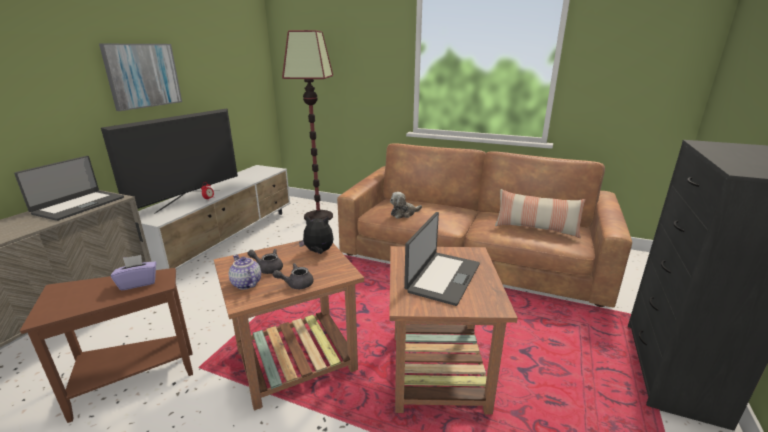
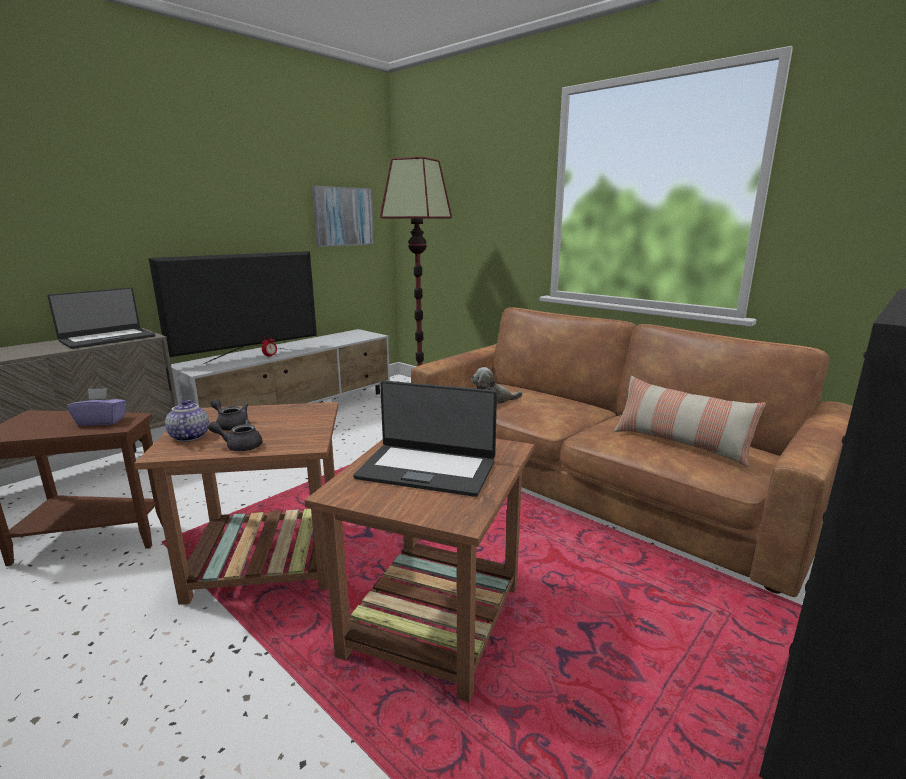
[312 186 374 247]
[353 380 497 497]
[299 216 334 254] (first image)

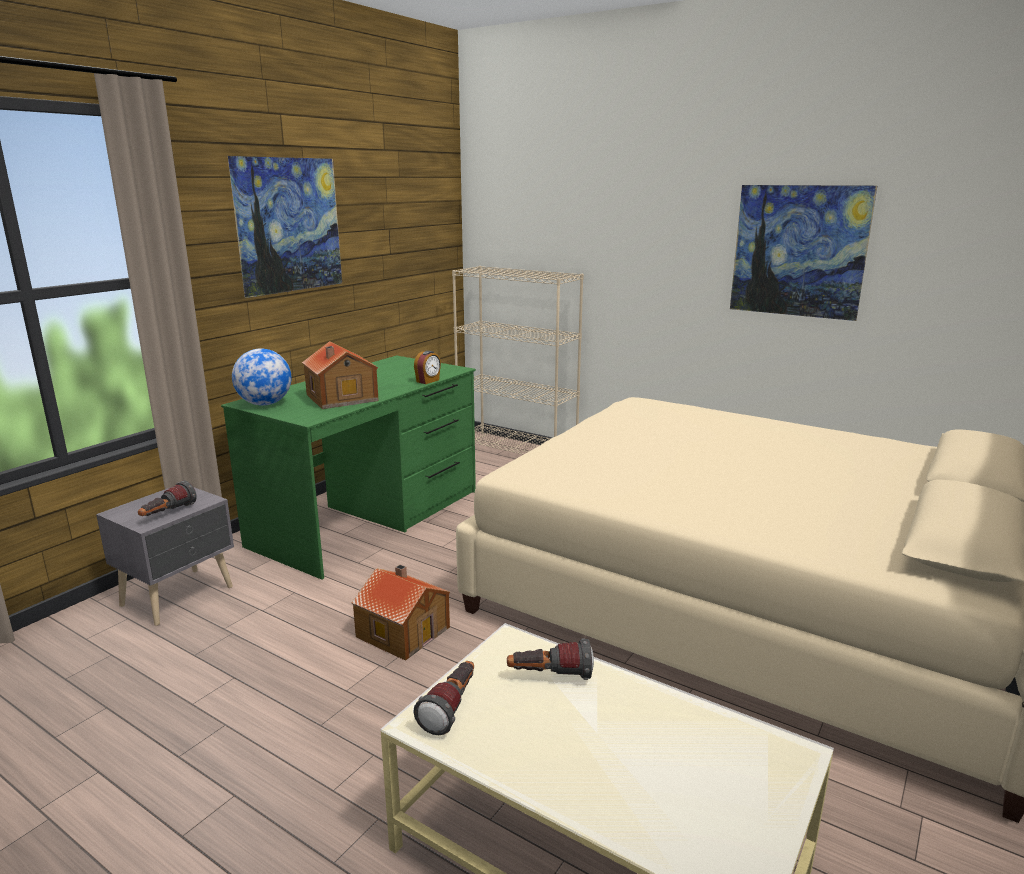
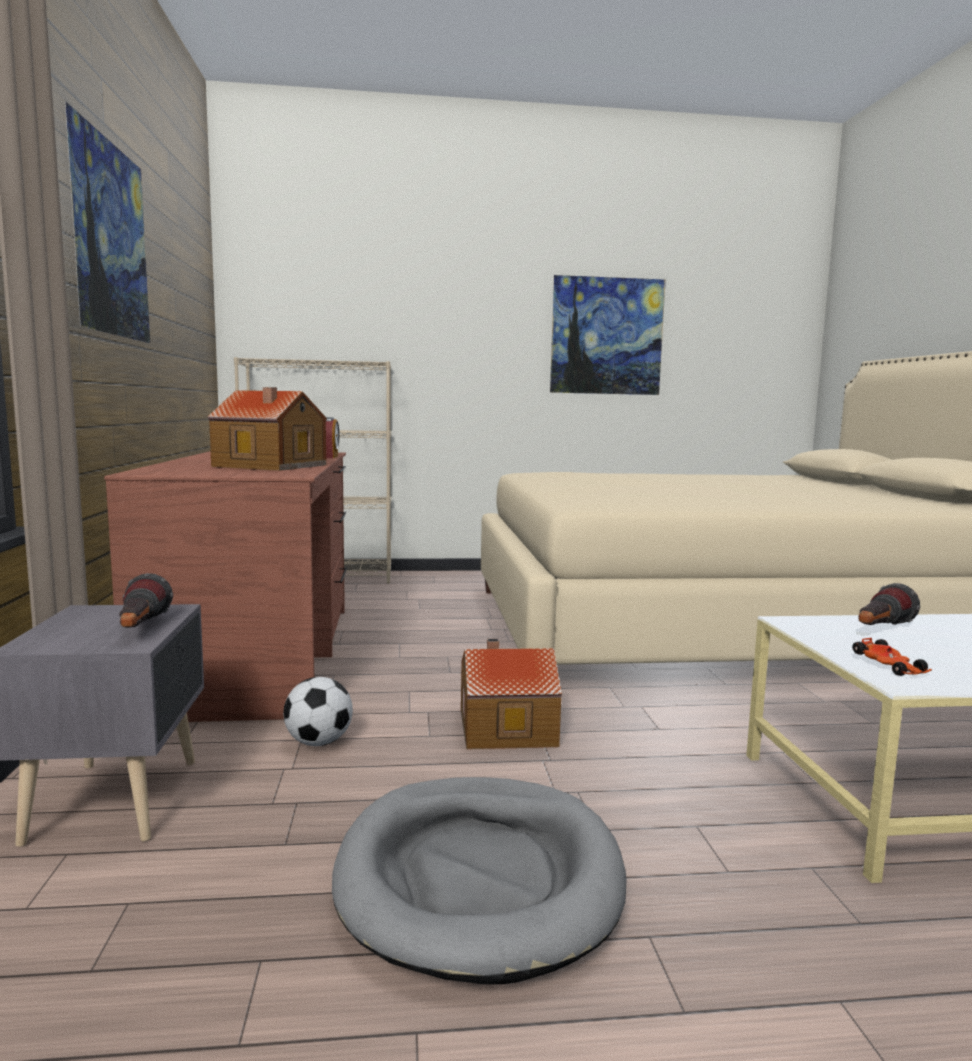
[232 348 291 406] (first image)
[104 451 347 722]
[852 638 932 676]
[283 677 353 746]
[332 777 626 984]

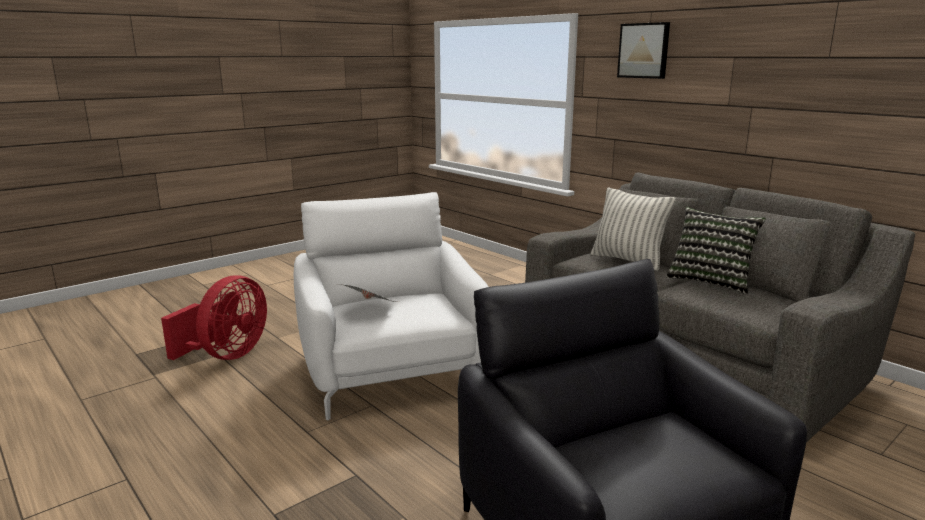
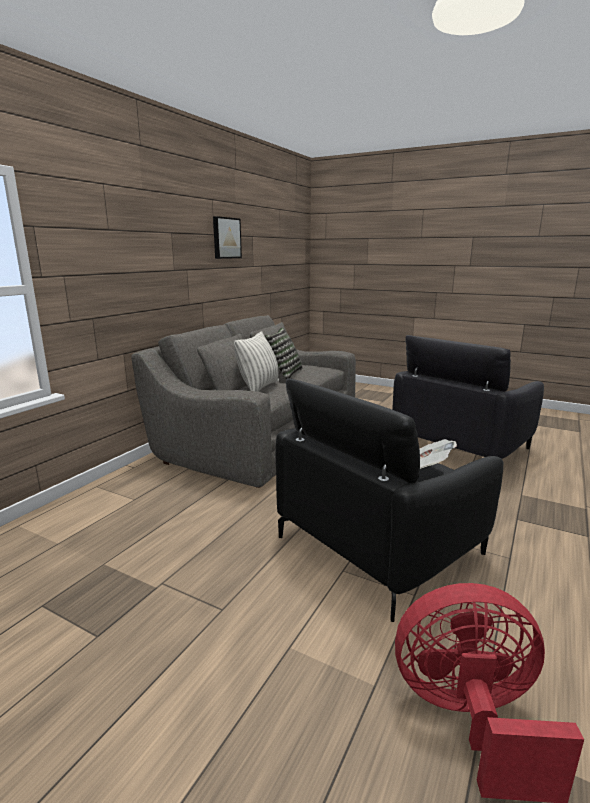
[213 216 242 259]
[276 378 503 622]

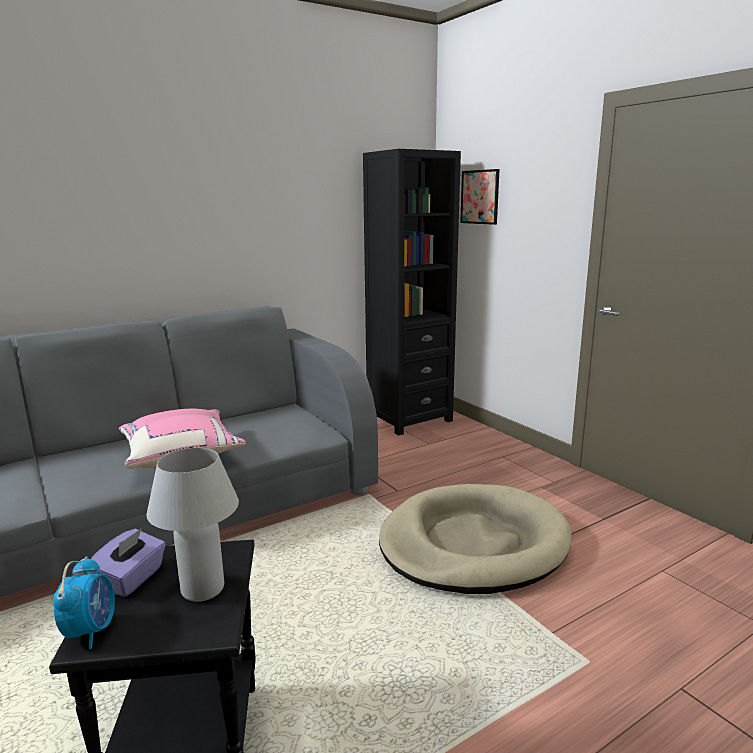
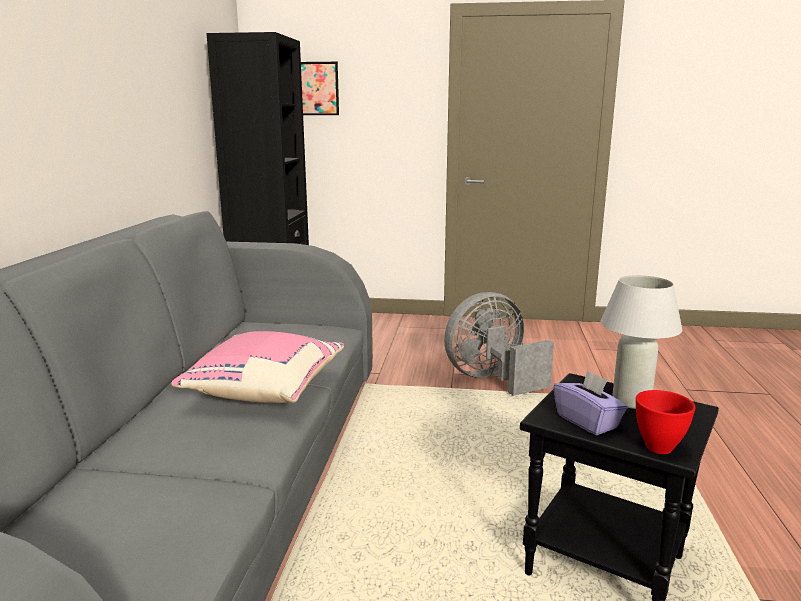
[444 292 554 396]
[636 390 696 454]

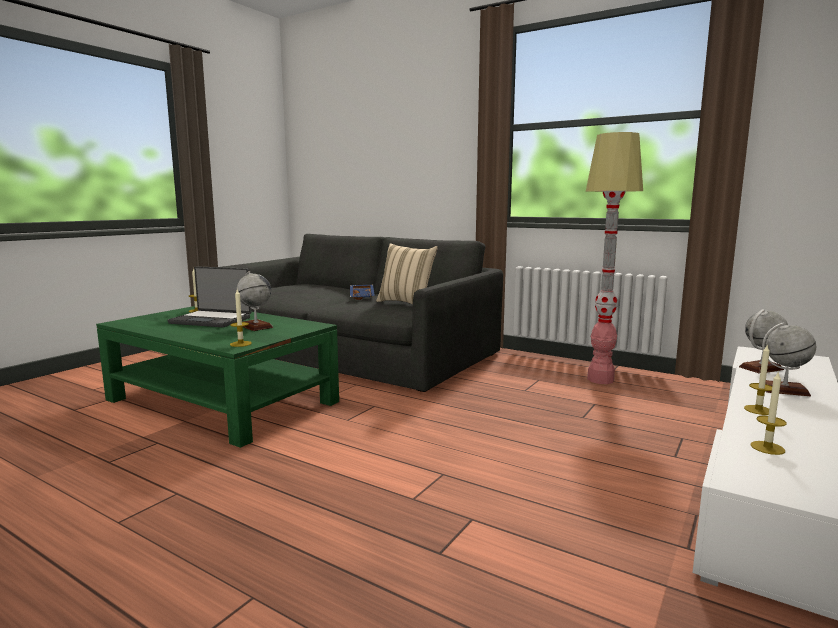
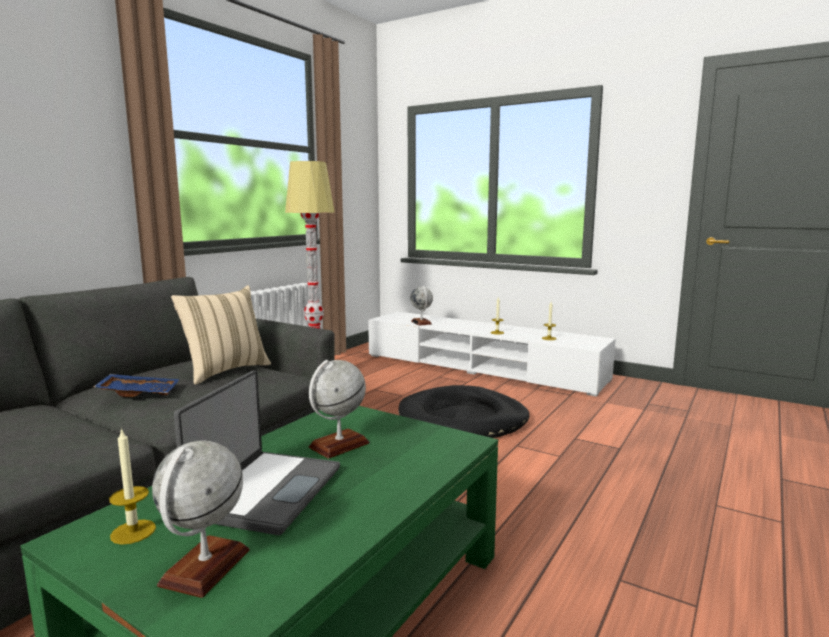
[230 289 252 347] (first image)
[152 440 249 598]
[398 385 529 438]

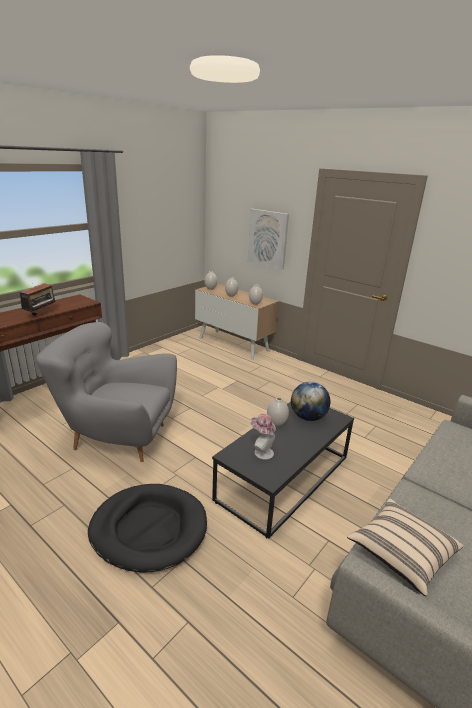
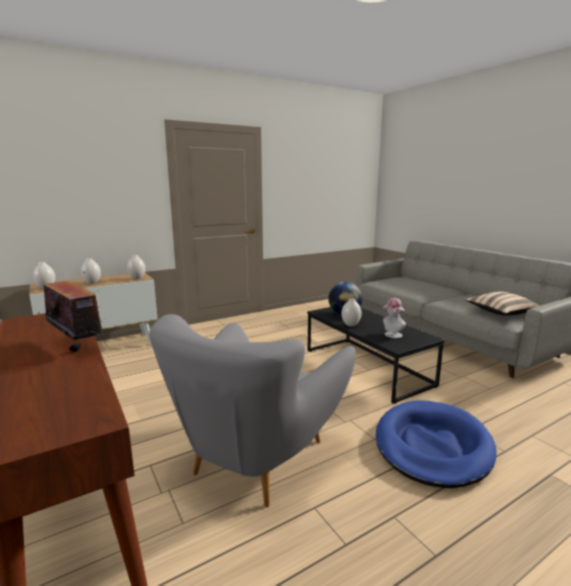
[248 209 289 269] (first image)
[376 400 497 488]

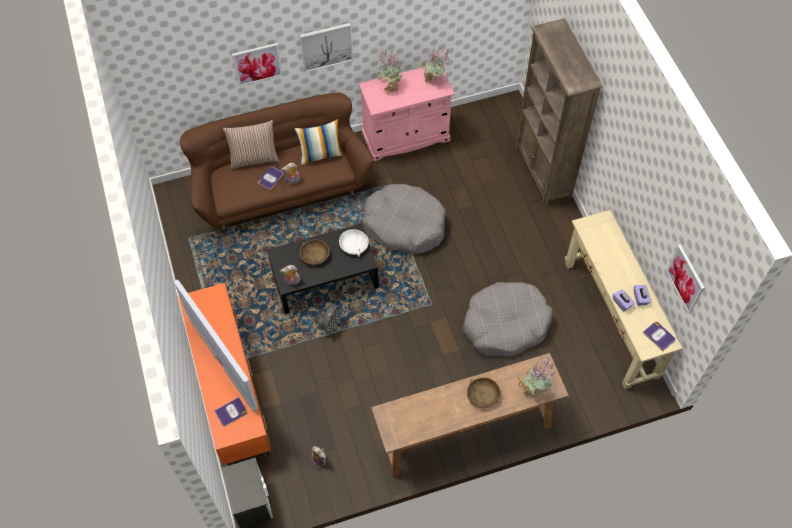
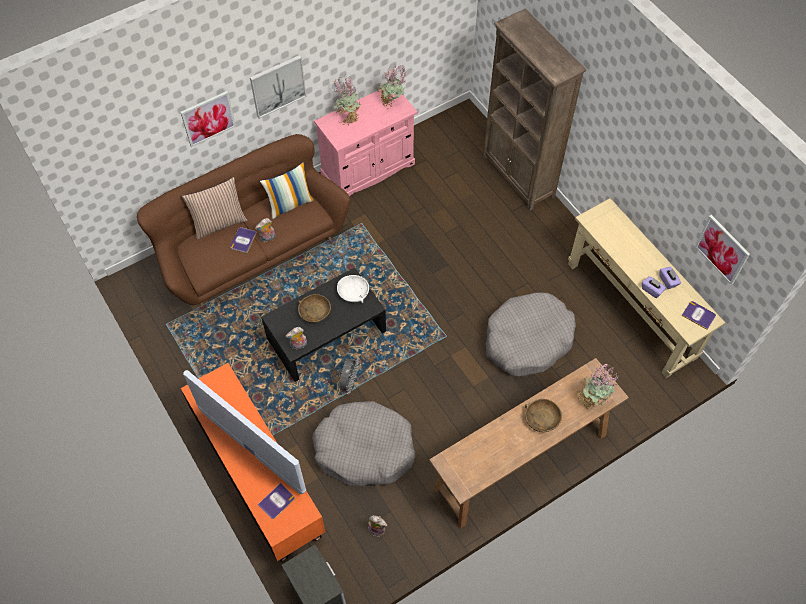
[312 401 415 486]

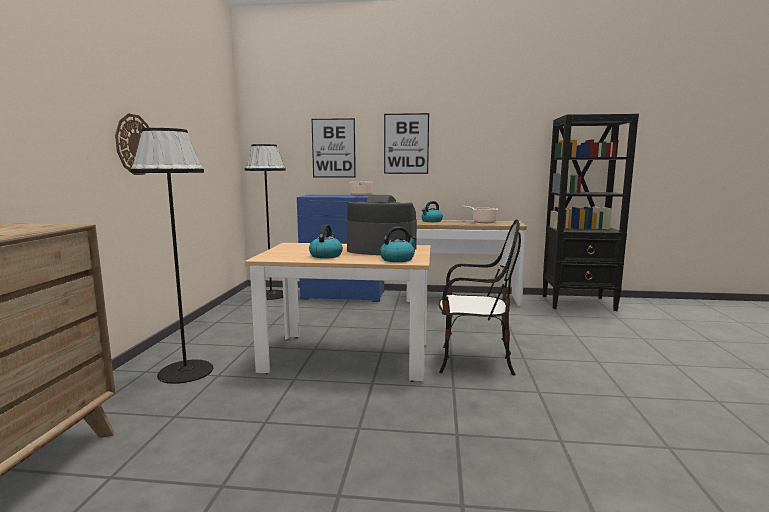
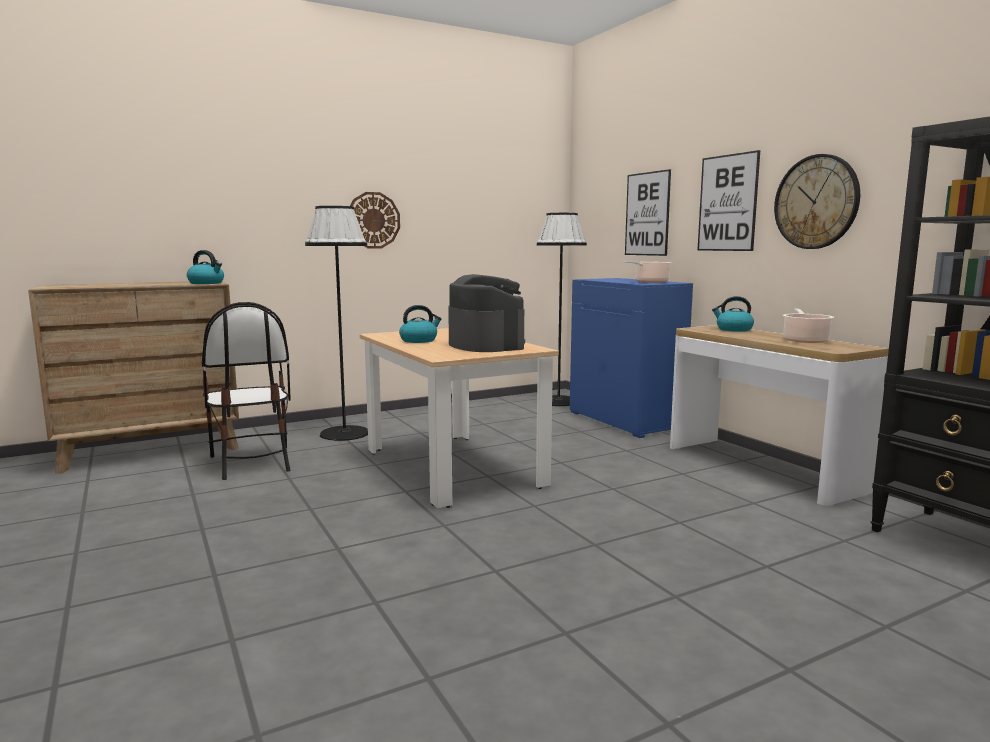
[202 302 291 480]
[187 250 224 284]
[774 154 860 249]

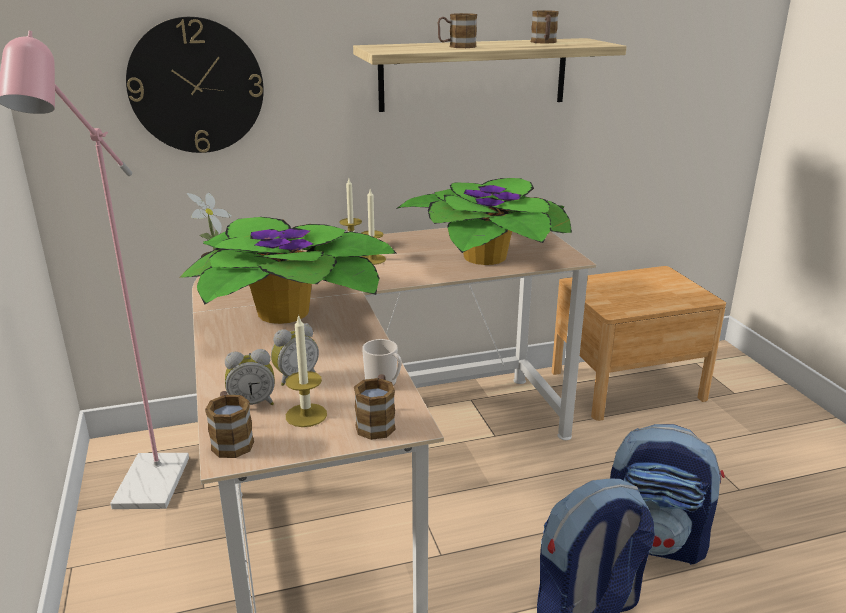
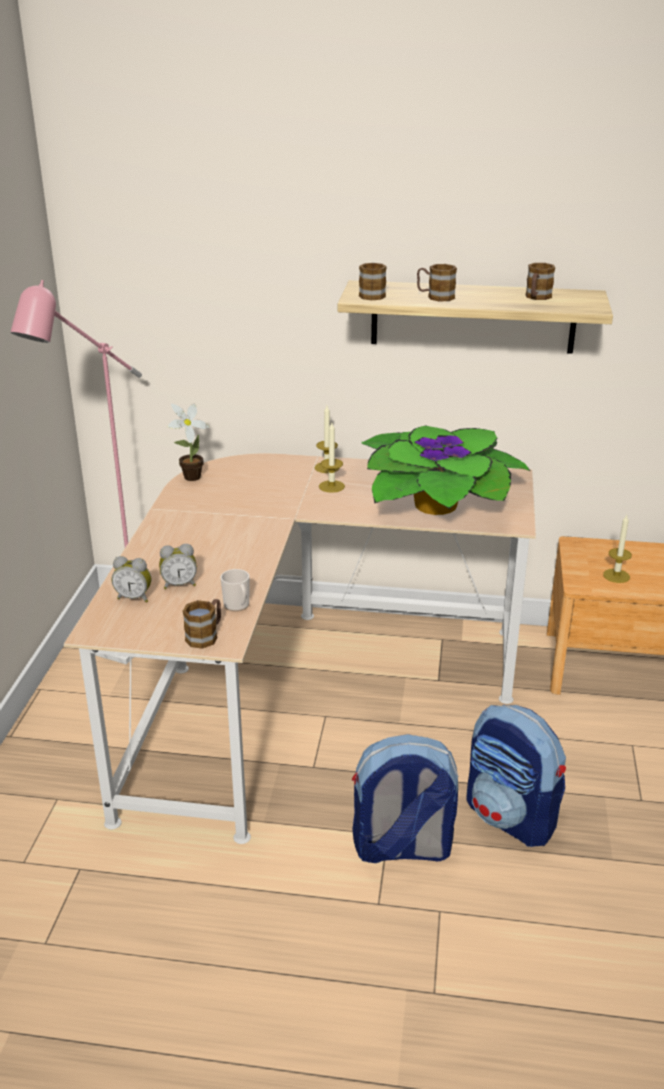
[126 17 264 153] (first image)
[179 217 397 324] (first image)
[603 515 632 583]
[359 263 387 300]

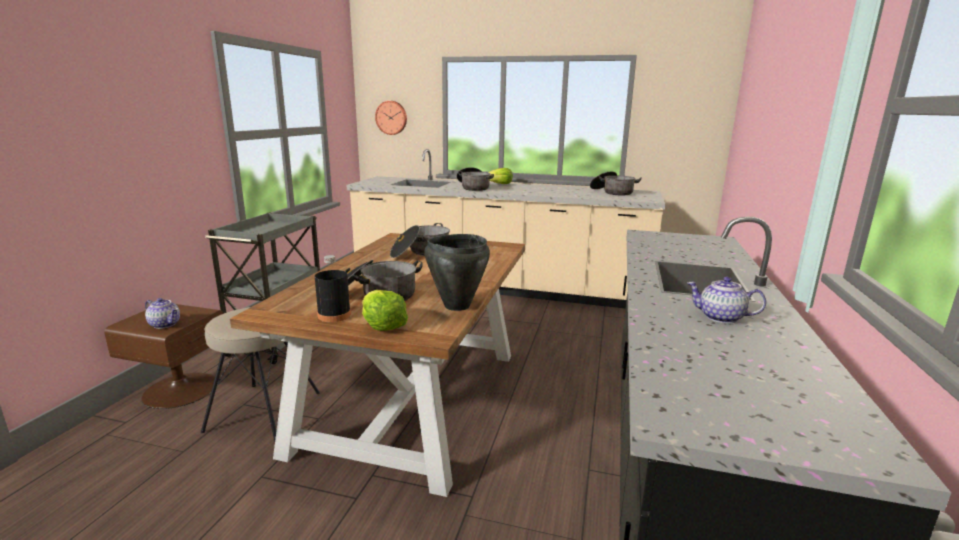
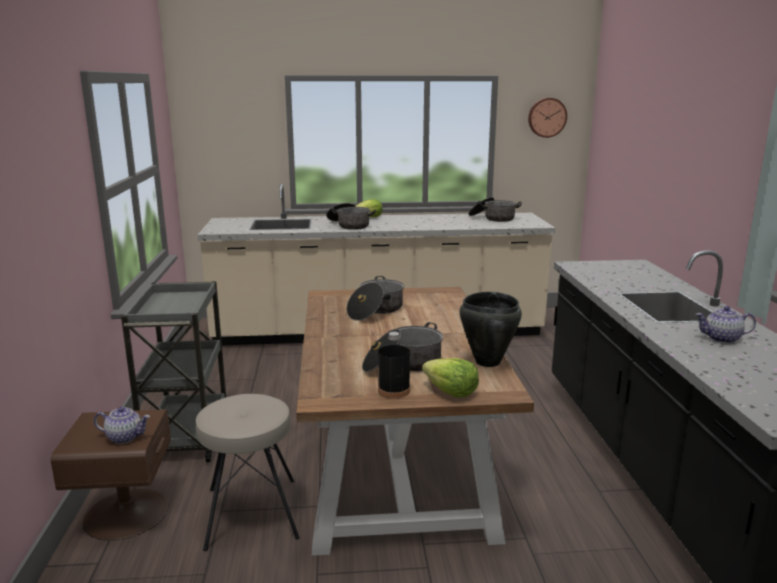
[528 98 567 138]

